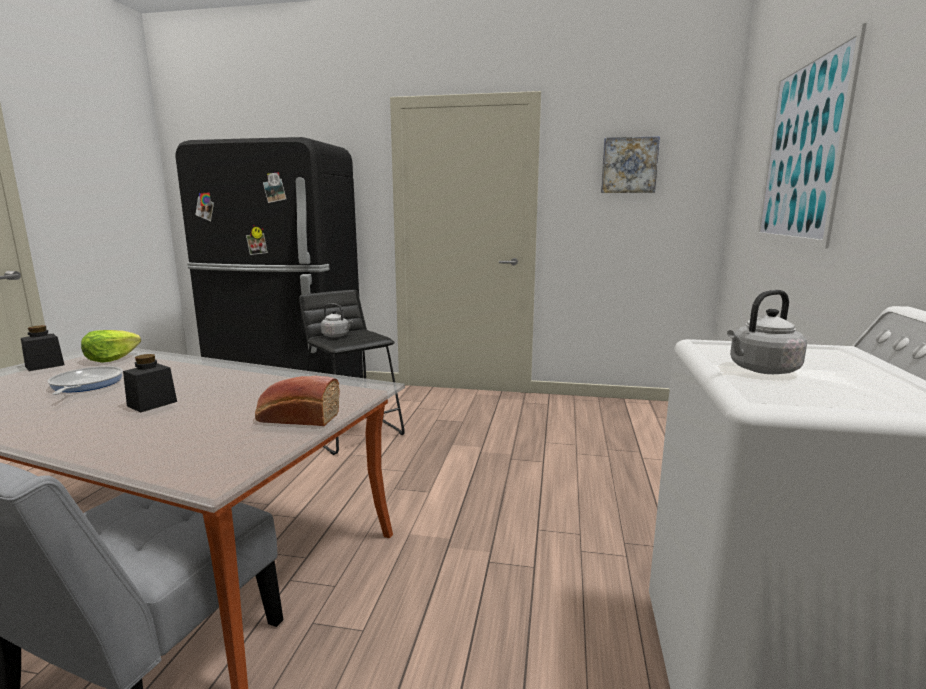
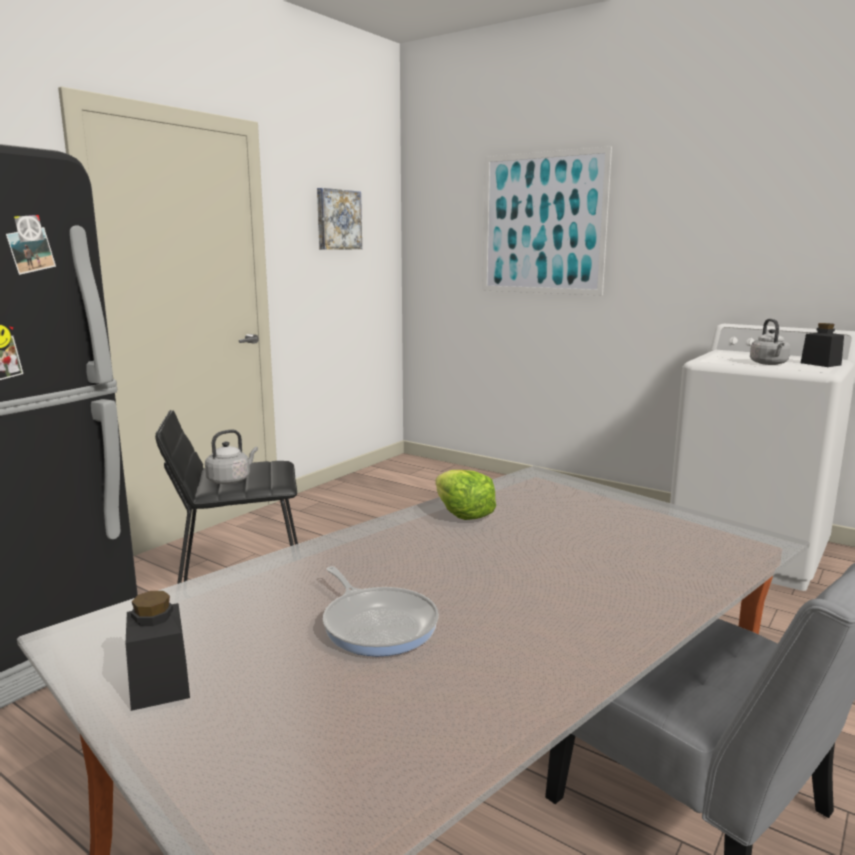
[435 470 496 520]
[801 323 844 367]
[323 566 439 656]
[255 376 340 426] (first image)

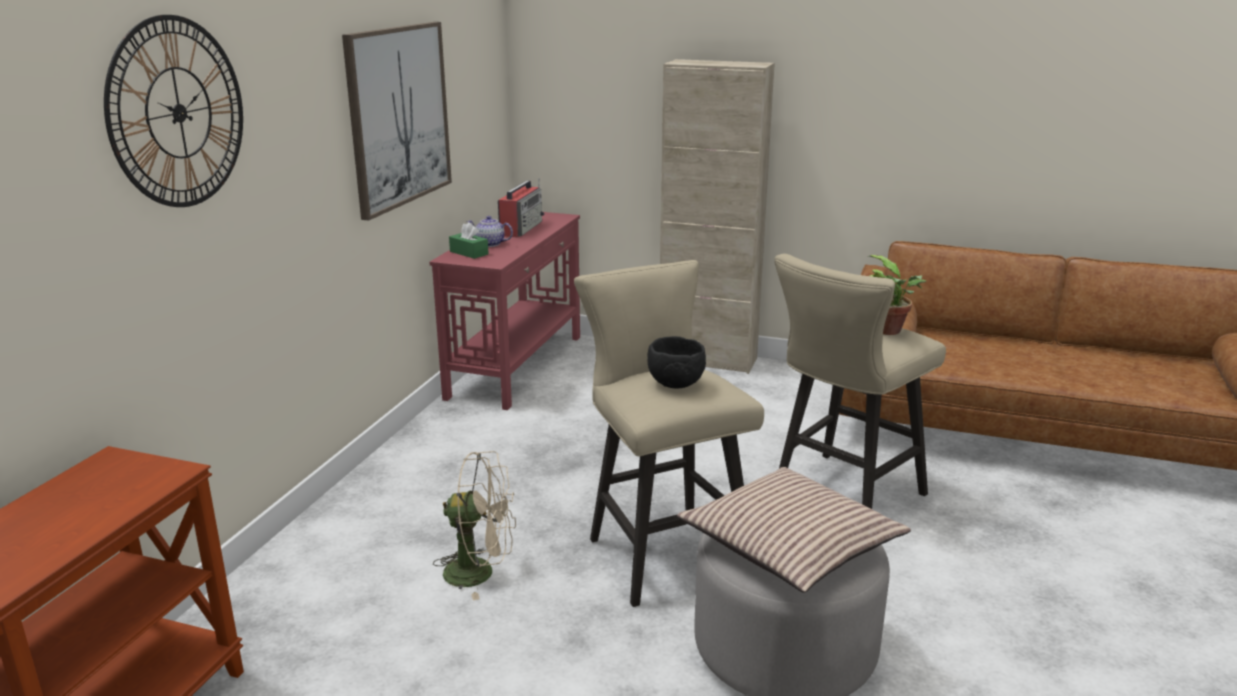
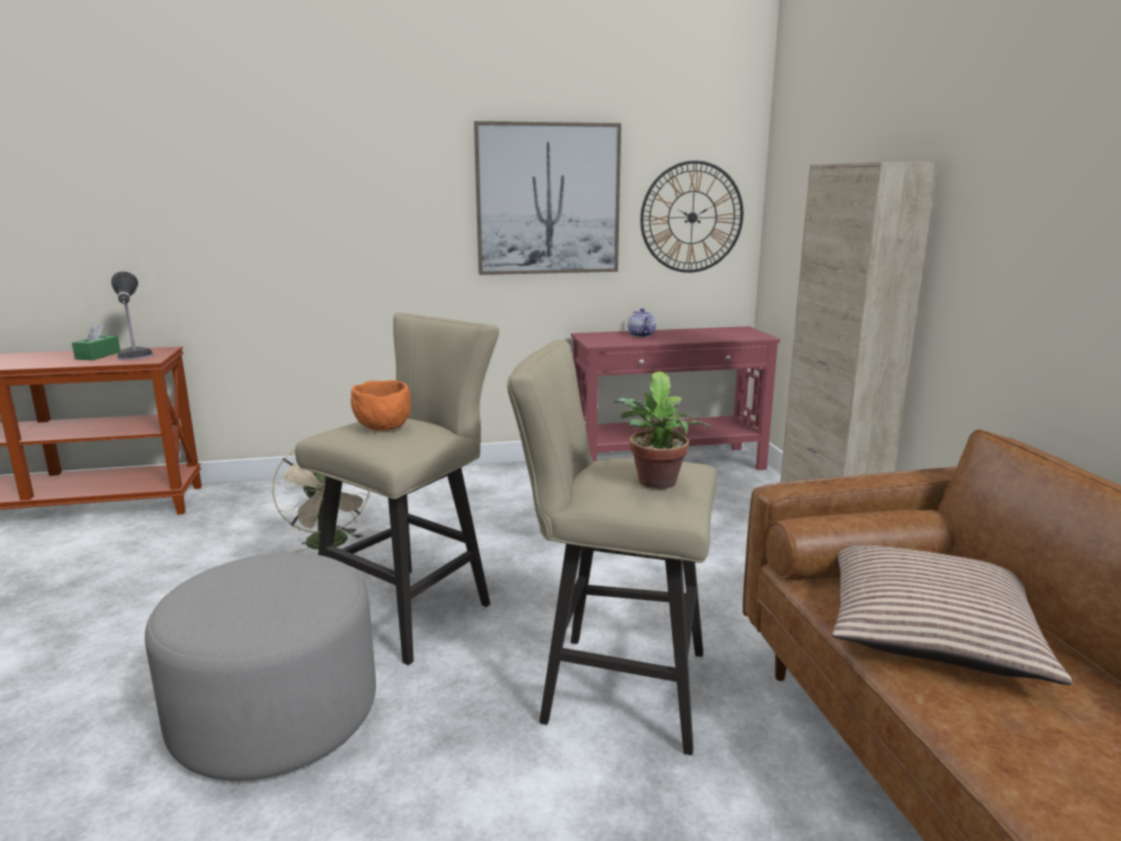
[640 161 743 273]
[498 178 544 238] (first image)
[72 323 121 360]
[351 380 411 431]
[832 545 1073 685]
[111 271 154 360]

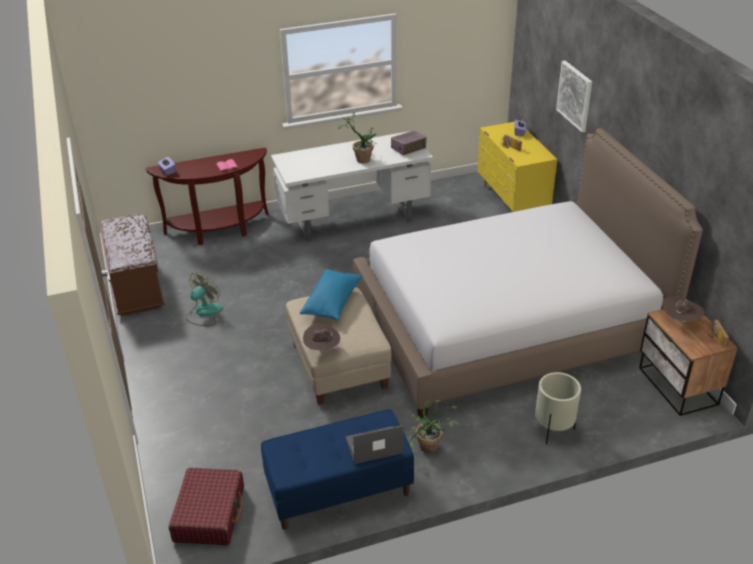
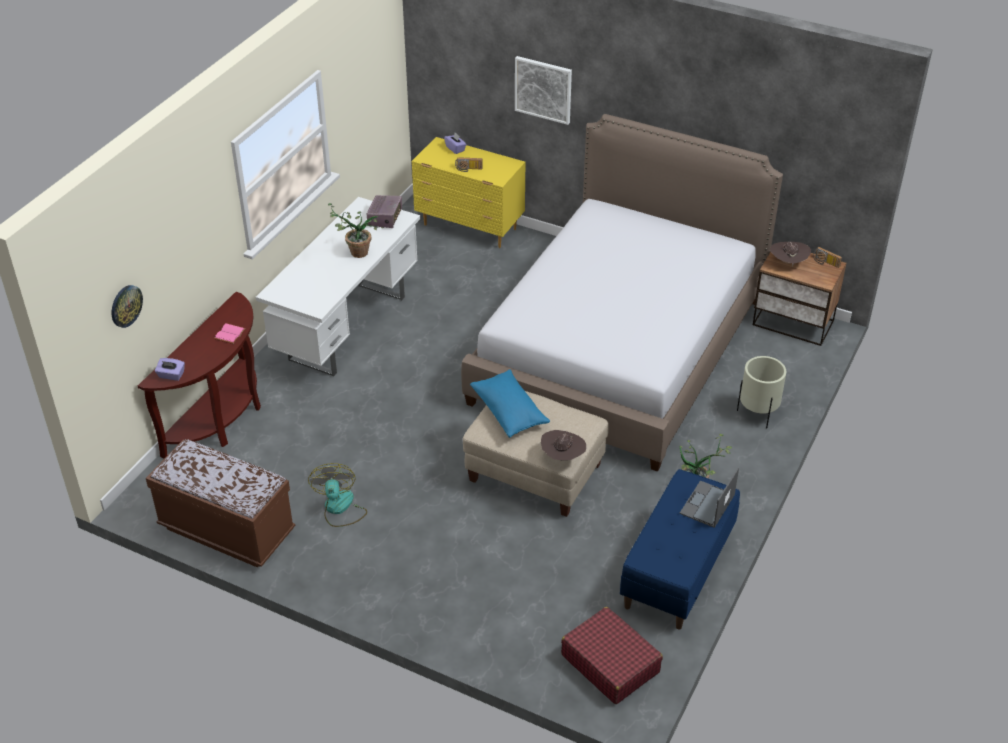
[112 285 143 328]

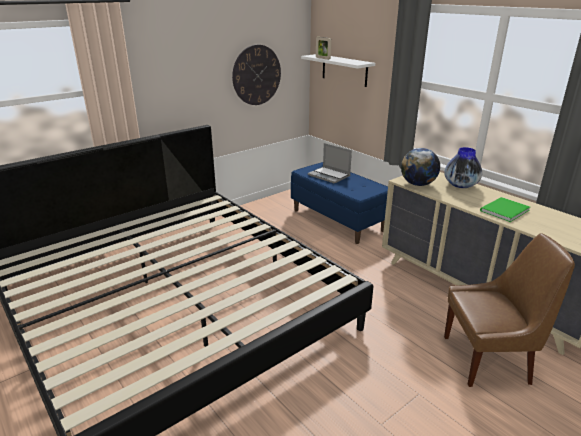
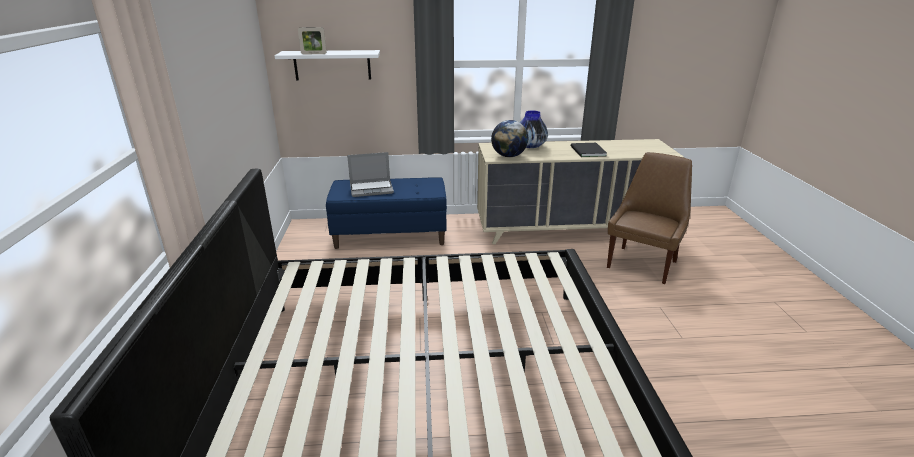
[232 45 281 105] (first image)
[571 143 607 157]

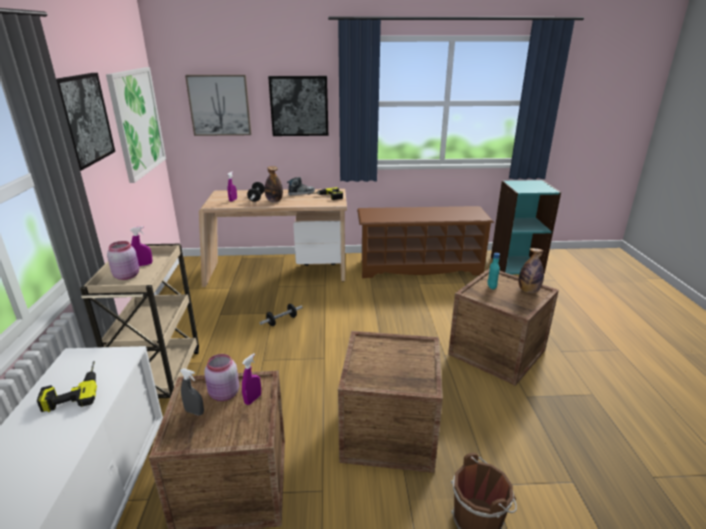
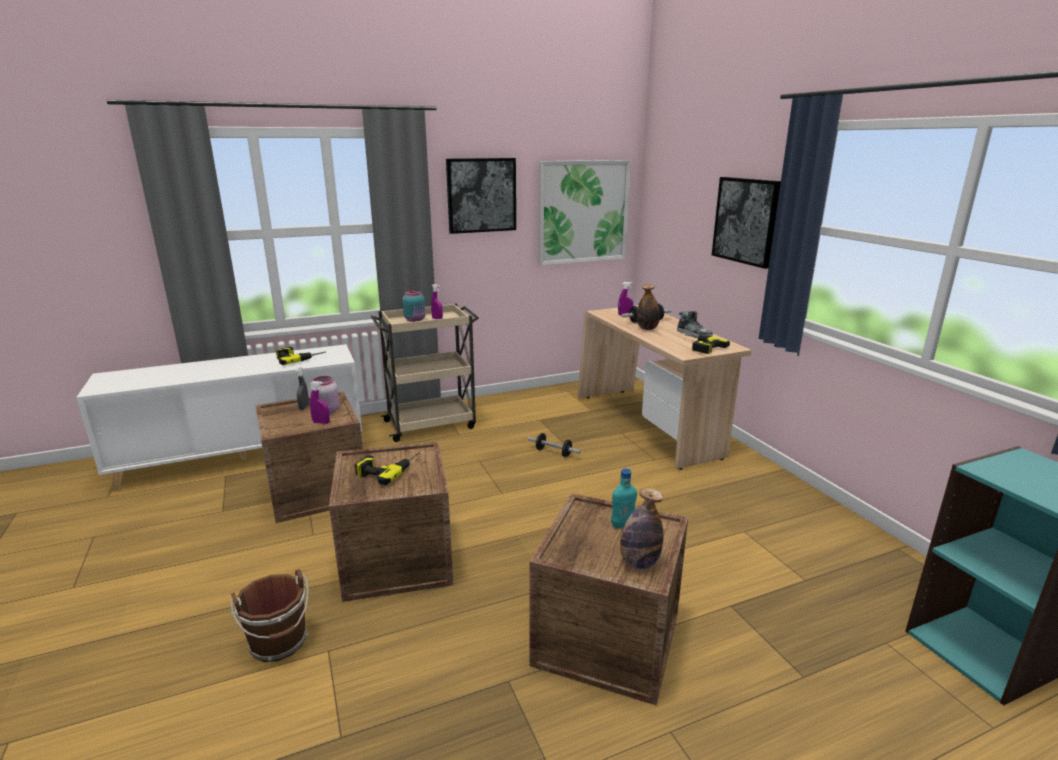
[185 75 251 136] (first image)
[357 206 494 278] (first image)
[402 290 425 322]
[355 452 419 486]

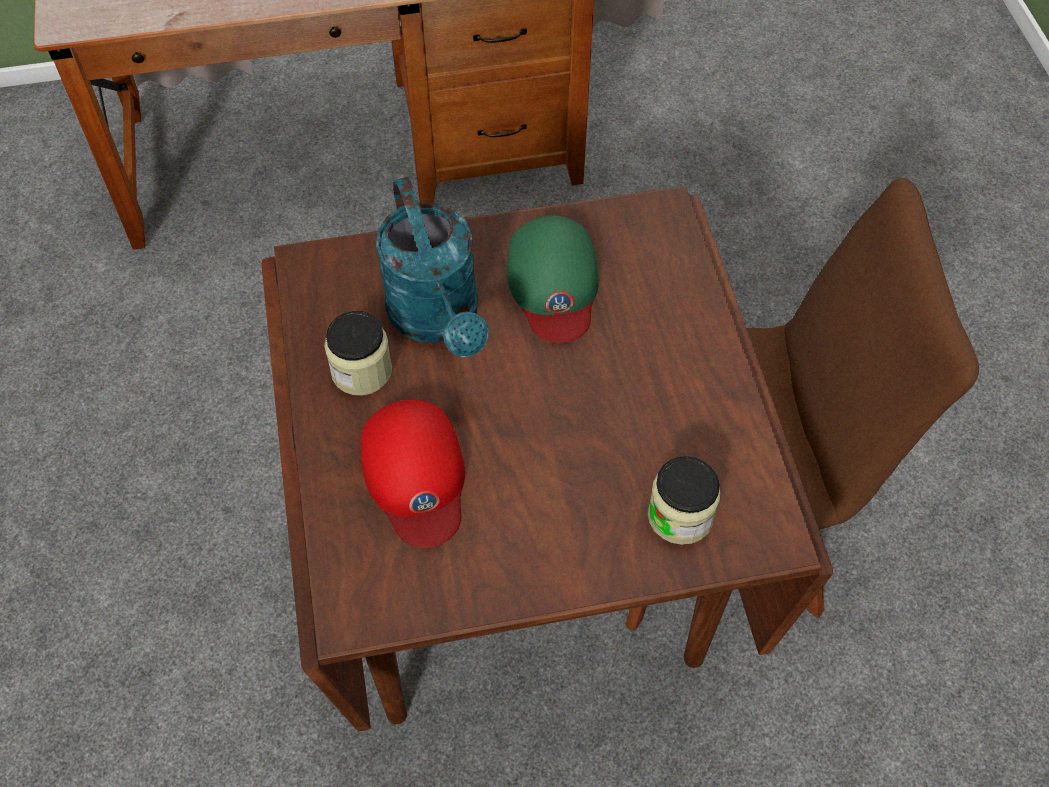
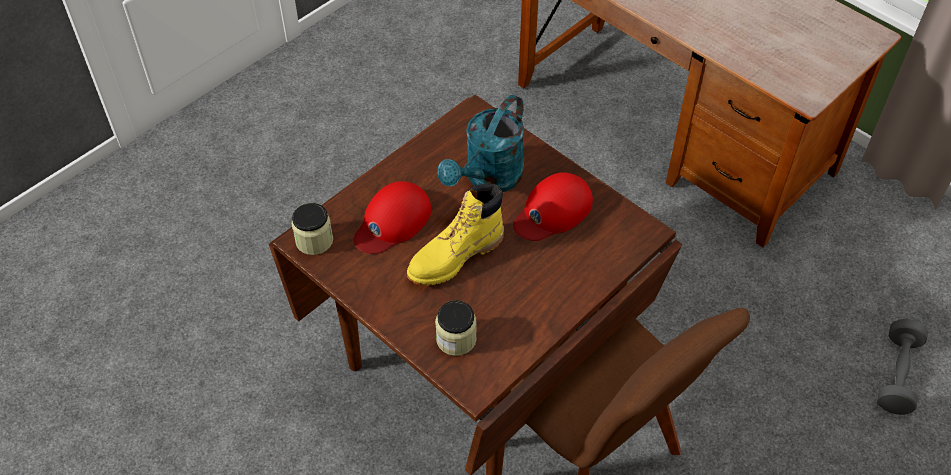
[513 172 593 241]
[292 203 333 255]
[407 184 504 285]
[877 319 928 415]

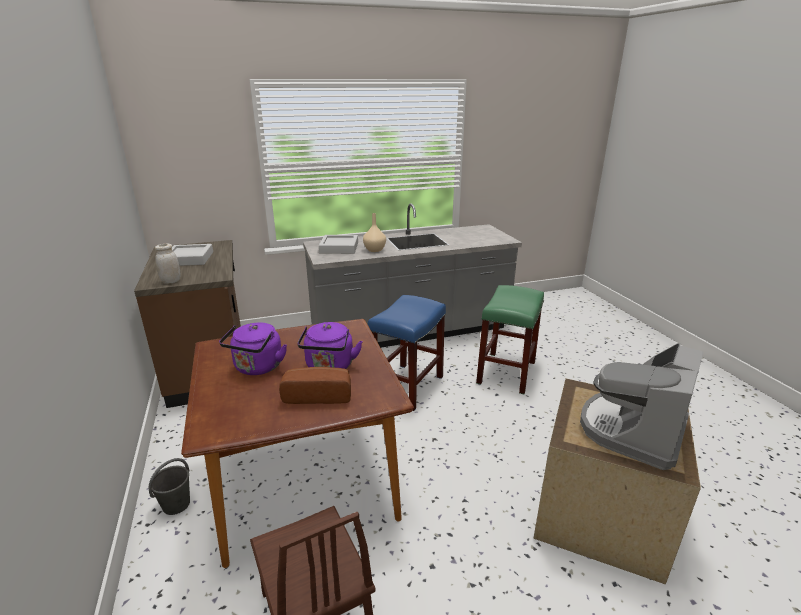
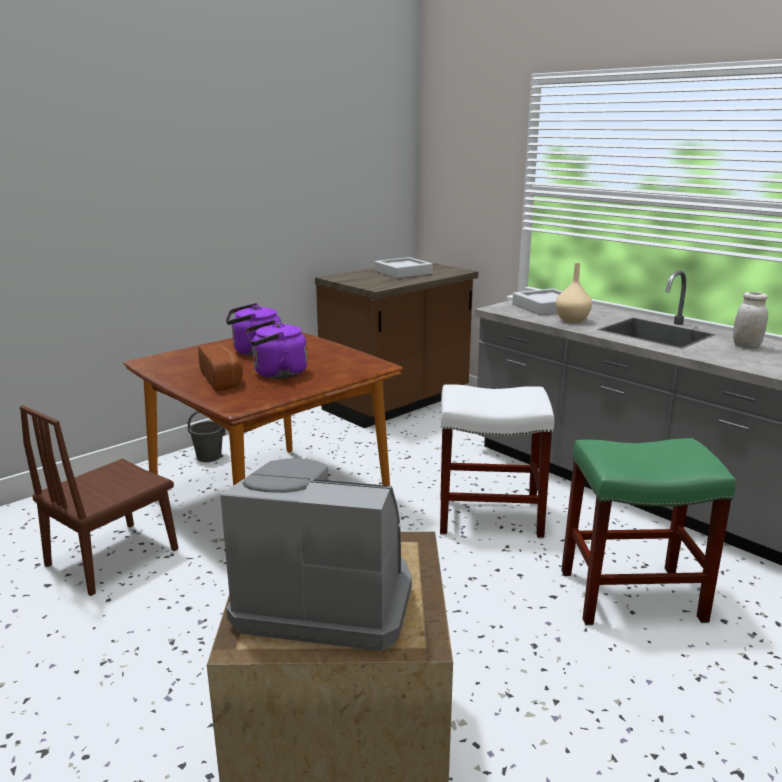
[733 292 768 349]
[440 384 554 539]

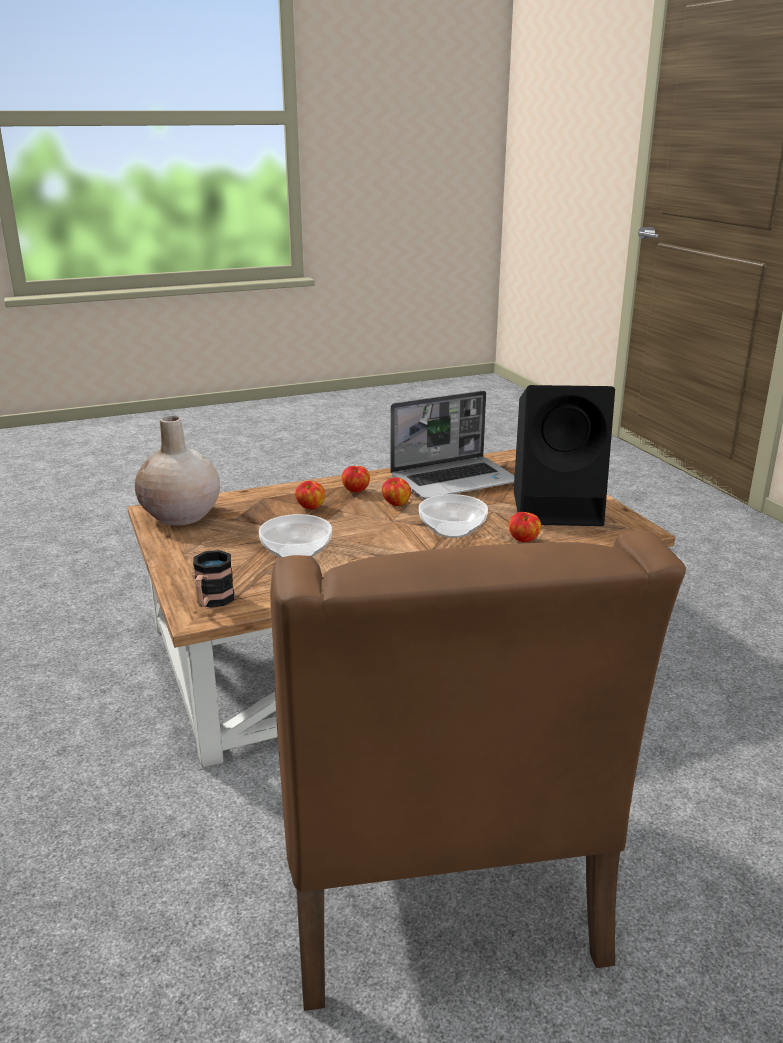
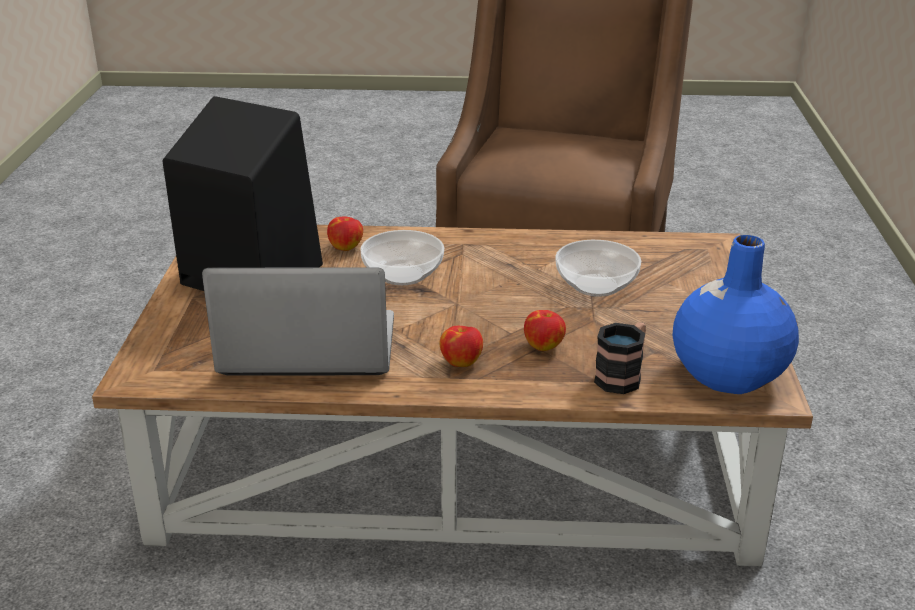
[673 235 799 394]
[382 477 411 506] (first image)
[594 322 646 394]

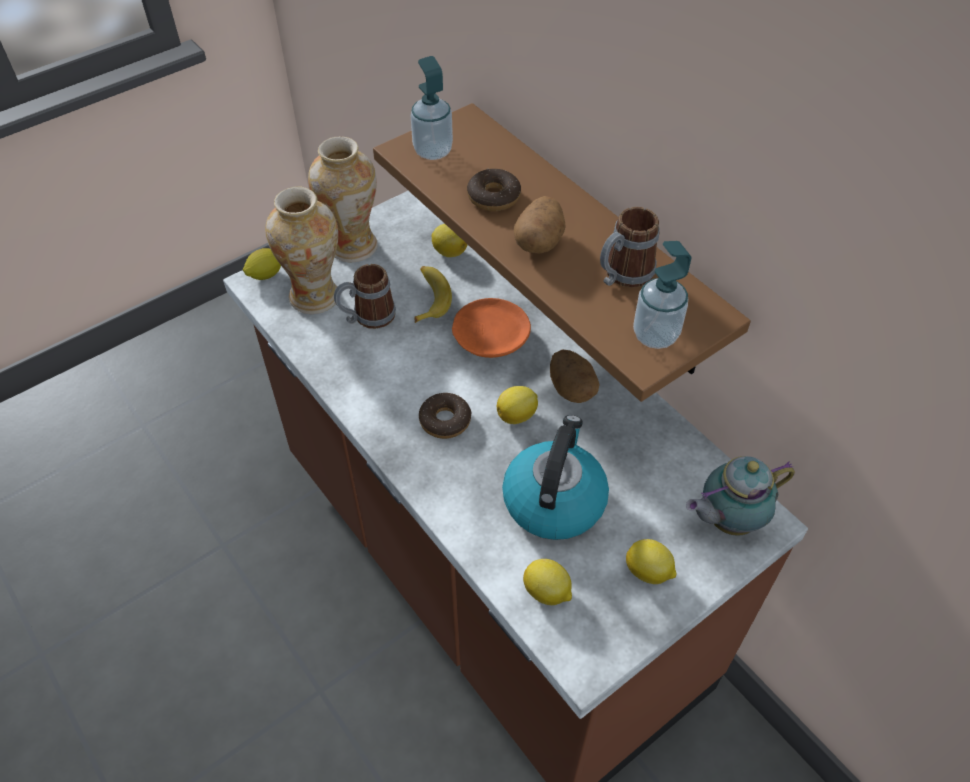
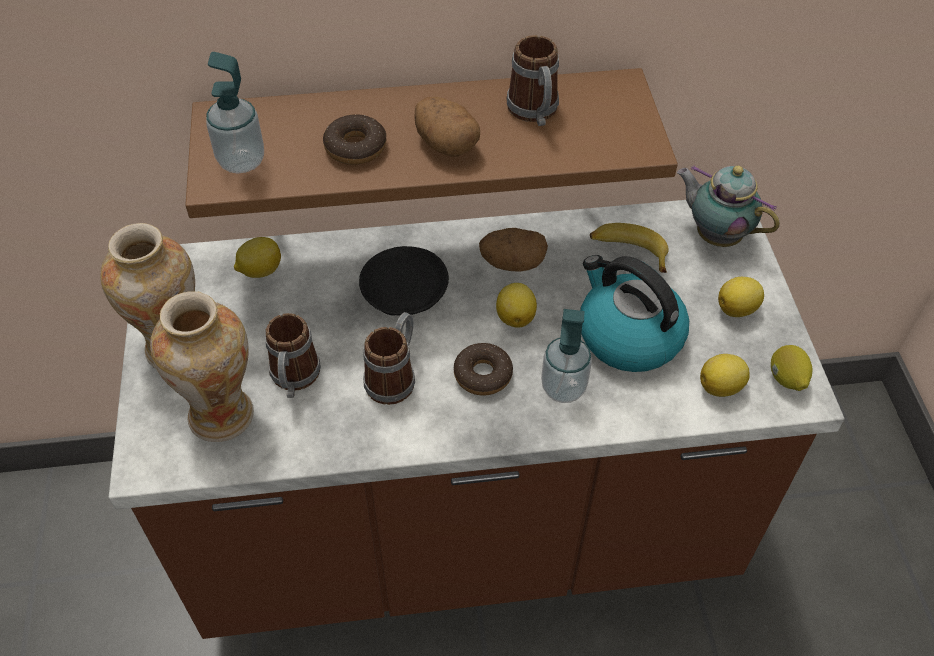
[541 309 592 403]
[771 345 812 391]
[590 223 669 273]
[359 246 449 315]
[677 165 780 247]
[363 312 415 405]

